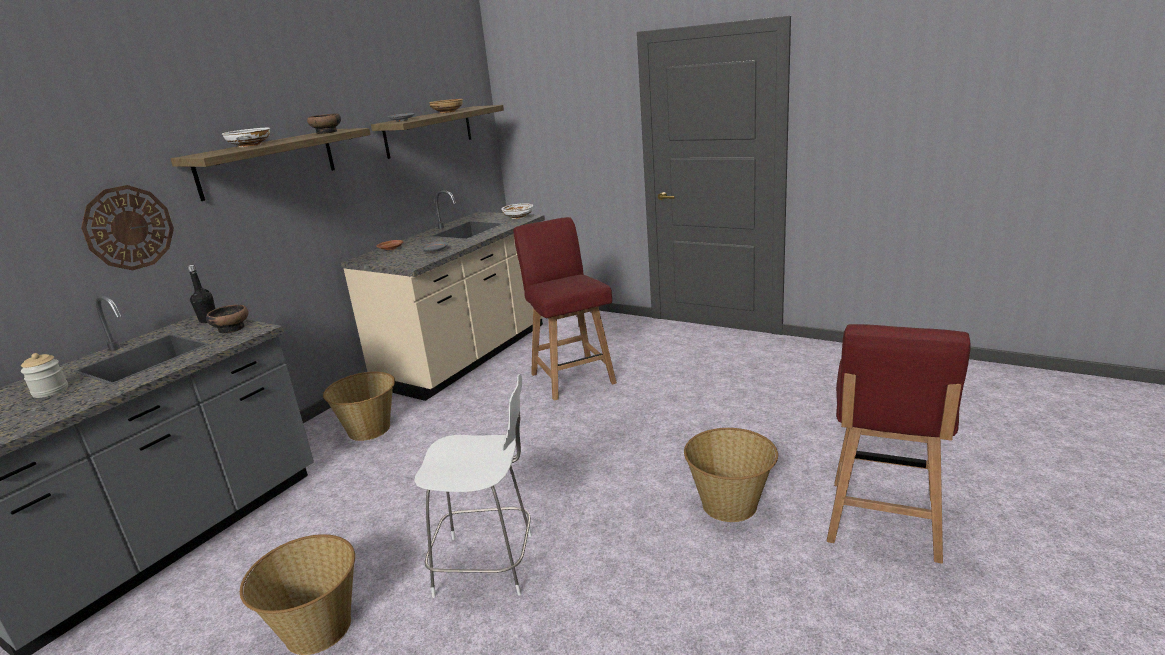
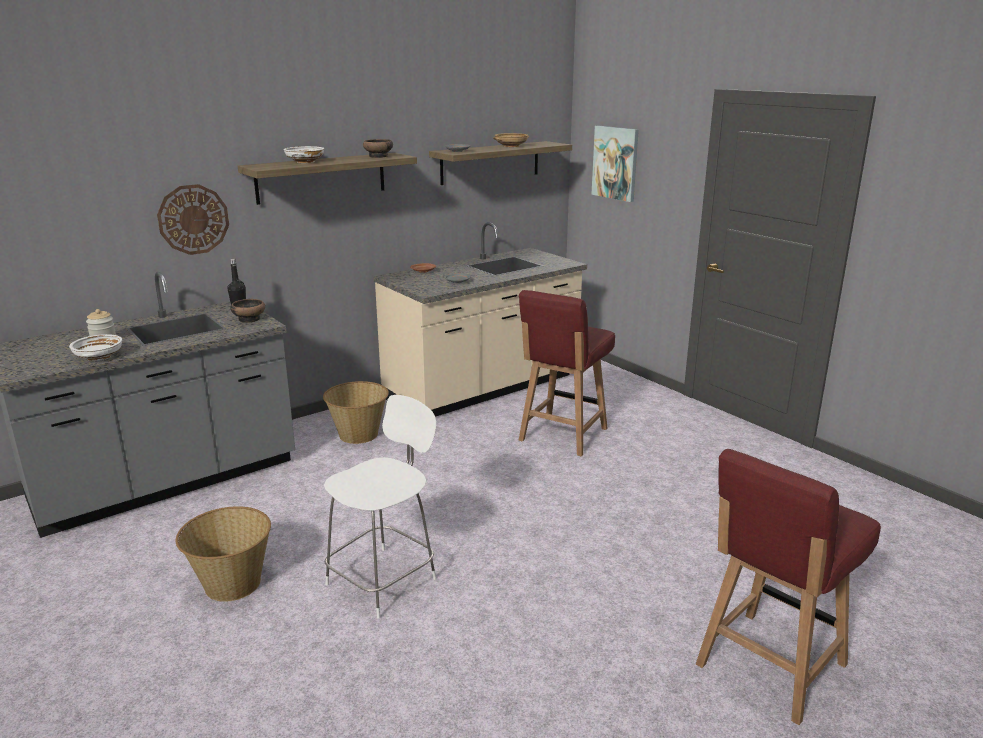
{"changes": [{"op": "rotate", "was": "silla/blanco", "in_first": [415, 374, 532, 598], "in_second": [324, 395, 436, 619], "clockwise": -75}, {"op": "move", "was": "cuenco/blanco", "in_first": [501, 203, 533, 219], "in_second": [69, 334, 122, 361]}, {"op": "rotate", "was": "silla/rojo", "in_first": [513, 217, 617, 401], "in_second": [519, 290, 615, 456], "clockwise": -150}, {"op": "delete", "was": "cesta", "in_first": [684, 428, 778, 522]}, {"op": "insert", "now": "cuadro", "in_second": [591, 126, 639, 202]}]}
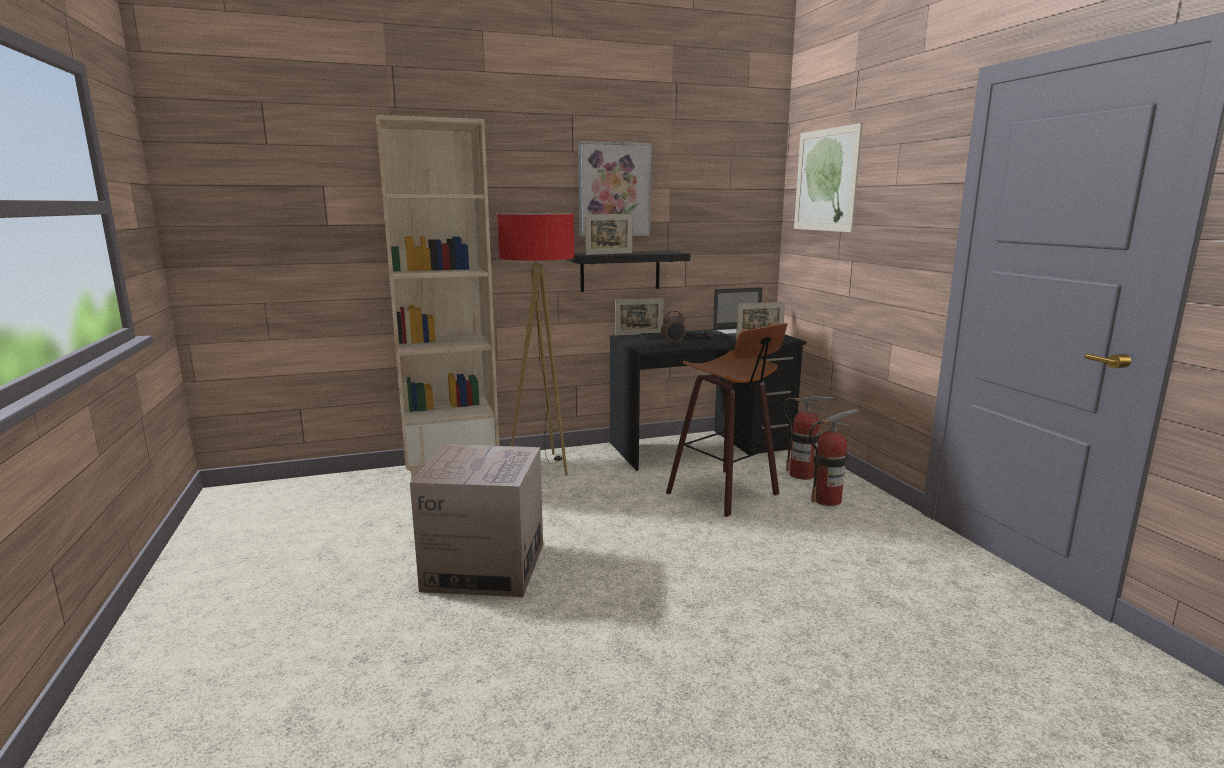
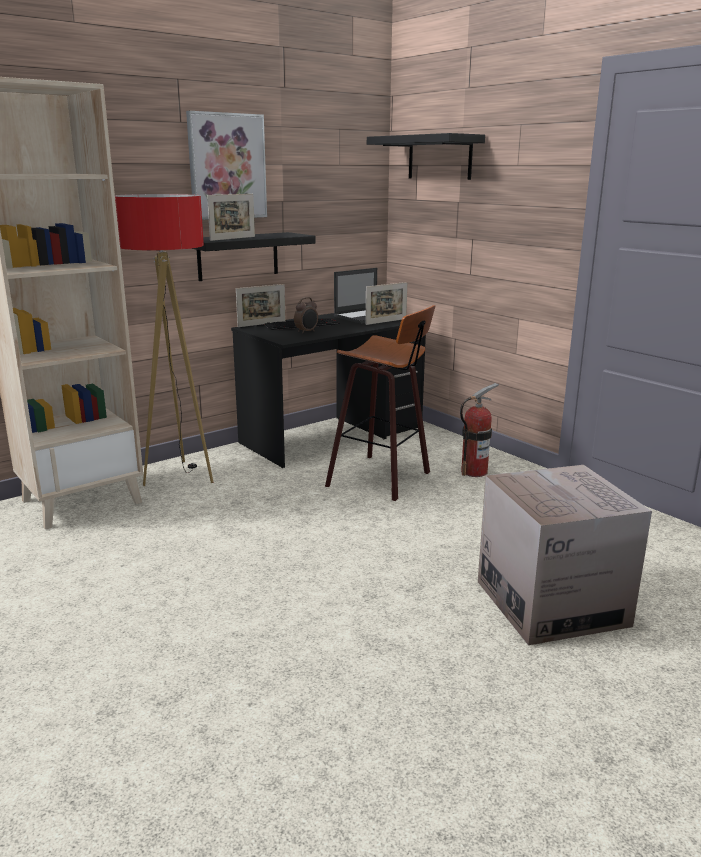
{"changes": [{"op": "move", "was": "caja de cartón", "in_first": [410, 444, 543, 597], "in_second": [478, 465, 652, 645]}, {"op": "delete", "was": "extintor", "in_first": [783, 396, 834, 480]}, {"op": "replace", "was": "cuadro", "now": "estante/negro", "in_first": [794, 123, 863, 232], "in_second": [367, 133, 485, 180]}]}
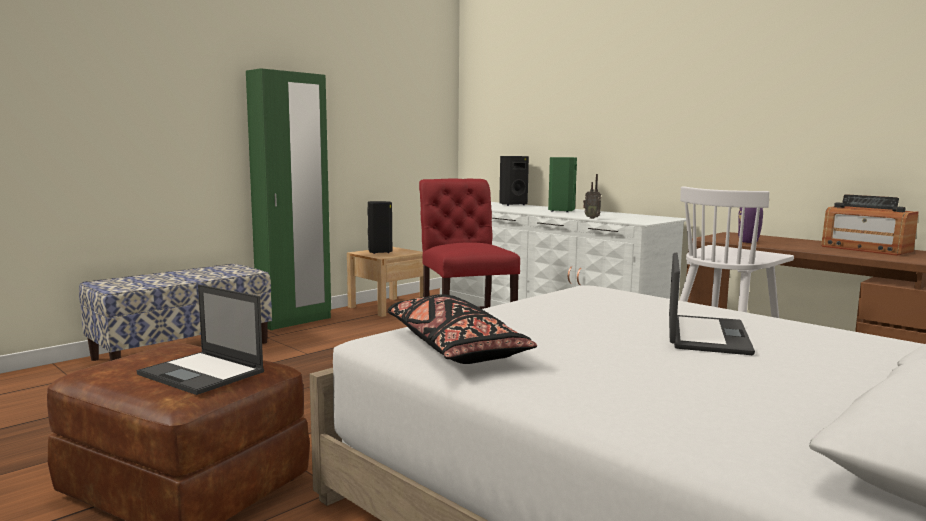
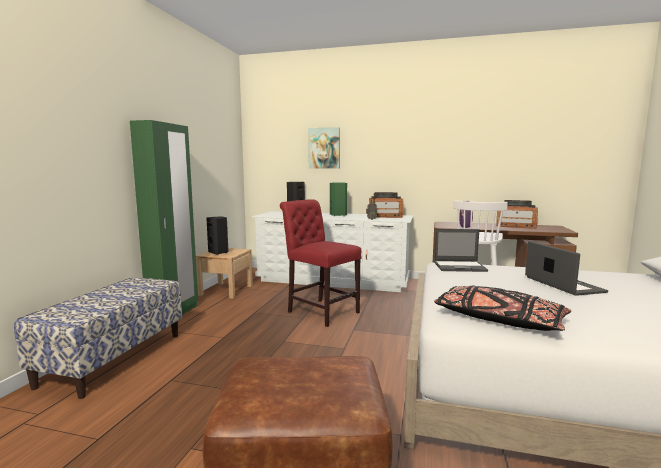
{"changes": [{"op": "move", "was": "portátil", "in_first": [137, 284, 264, 395], "in_second": [434, 229, 488, 272]}, {"op": "insert", "now": "cuadro", "in_second": [308, 127, 340, 169]}, {"op": "insert", "now": "radio", "in_second": [369, 192, 403, 218]}]}
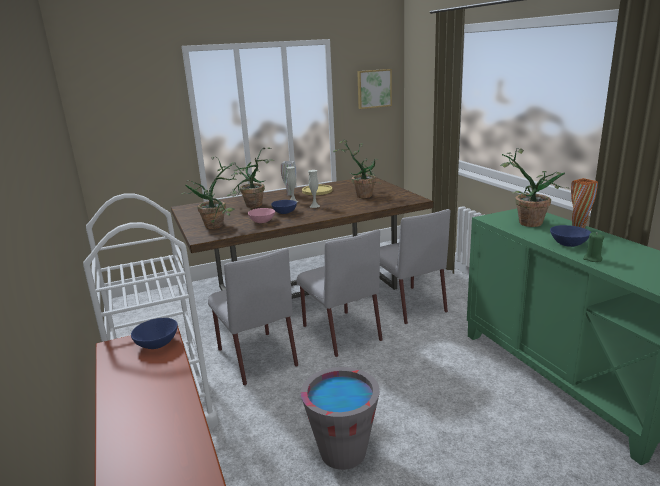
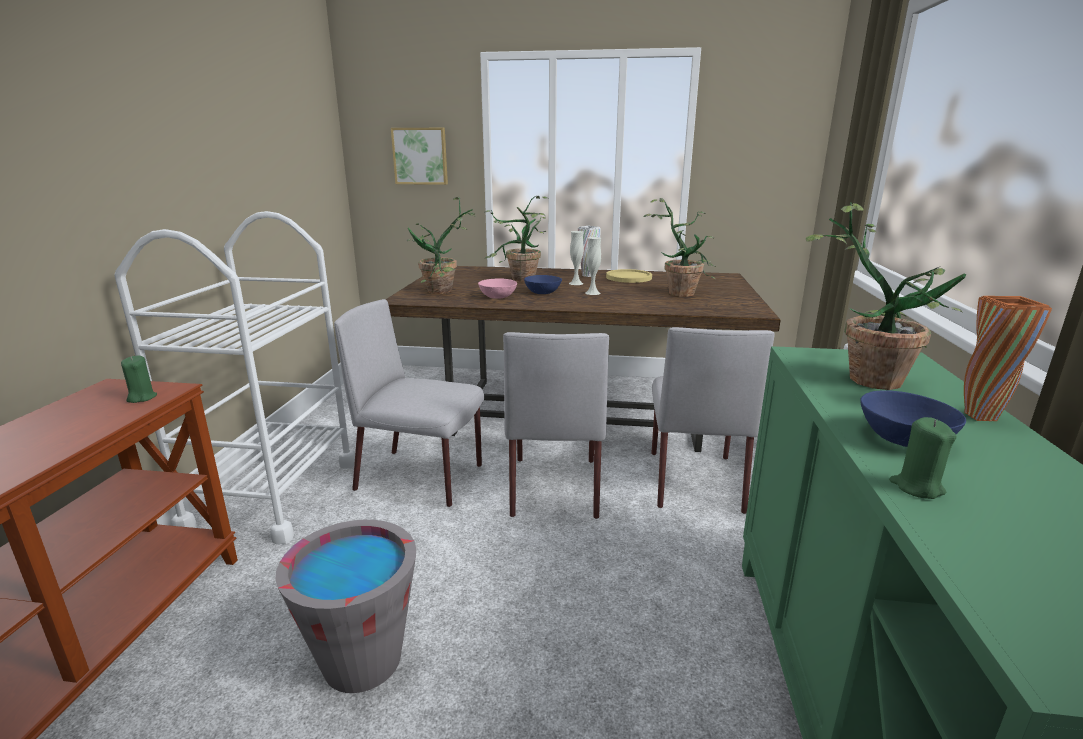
{"changes": [{"op": "replace", "was": "cuenco/azul", "now": "vela/verde", "in_first": [131, 318, 178, 349], "in_second": [121, 356, 157, 403]}, {"op": "rotate", "was": "silla/gris", "in_first": [208, 248, 298, 386], "in_second": [334, 299, 484, 507], "clockwise": 105}, {"op": "move", "was": "cuadro", "in_first": [357, 69, 392, 109], "in_second": [391, 128, 448, 185]}]}
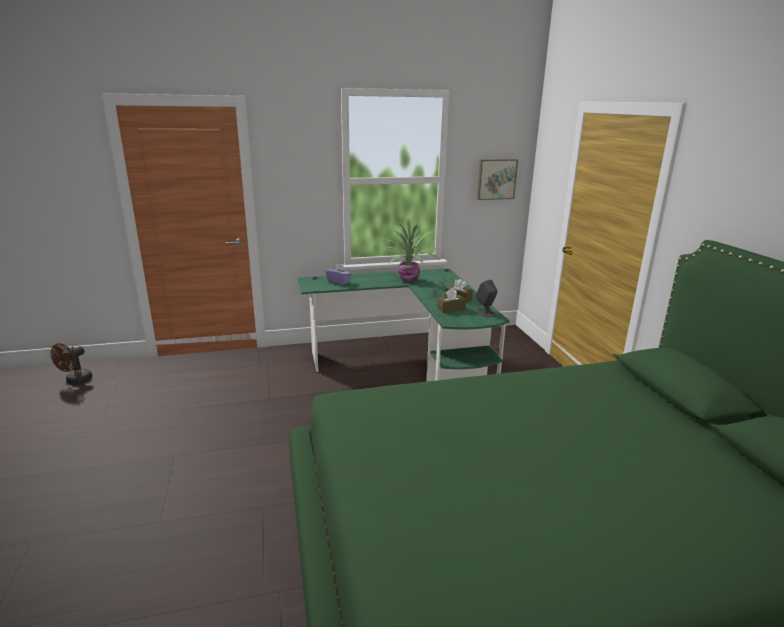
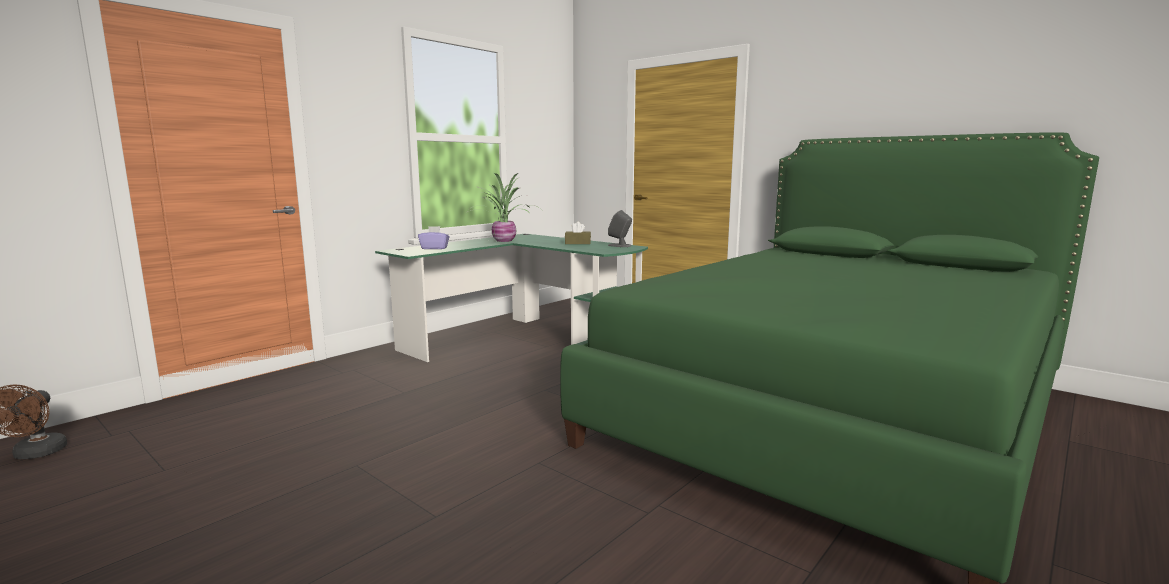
{"changes": [{"op": "delete", "was": "caja de pañuelos/marrón", "in_first": [437, 288, 466, 313]}, {"op": "delete", "was": "cuadro", "in_first": [477, 159, 518, 200]}]}
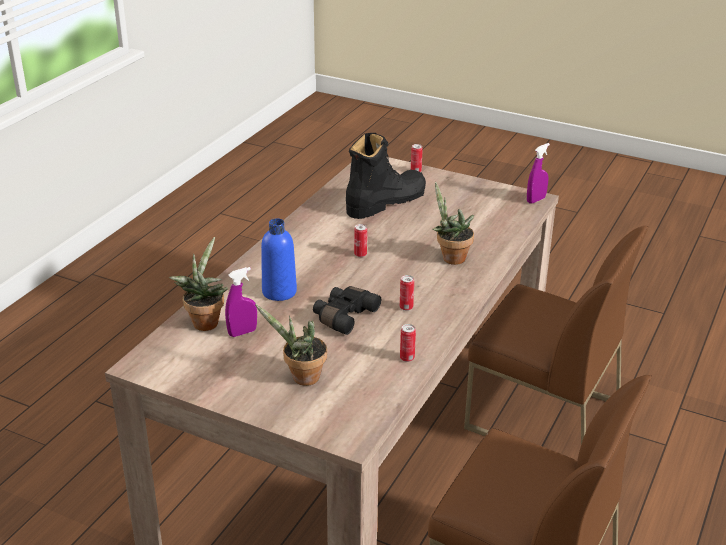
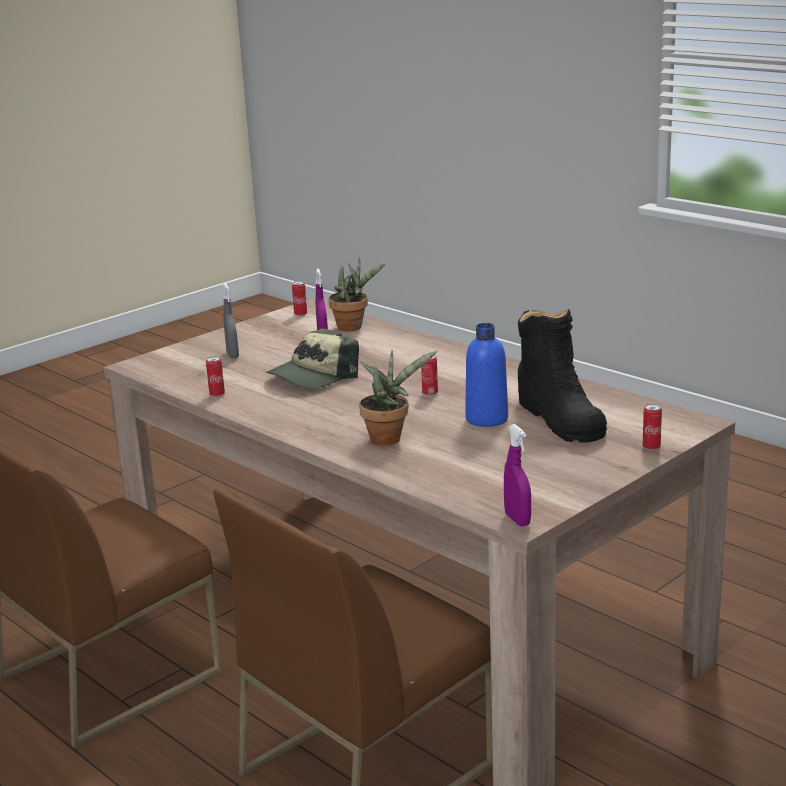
{"changes": [{"op": "replace", "was": "planta en maceta", "now": "pulverizador/gris", "in_first": [255, 304, 327, 386], "in_second": [223, 283, 239, 358]}, {"op": "move", "was": "botella/azul", "in_first": [261, 218, 297, 301], "in_second": [465, 323, 508, 427]}, {"op": "replace", "was": "prismáticos/negro", "now": "gorra", "in_first": [313, 286, 381, 335], "in_second": [266, 328, 359, 389]}, {"op": "move", "was": "lata", "in_first": [400, 275, 414, 311], "in_second": [292, 281, 307, 316]}]}
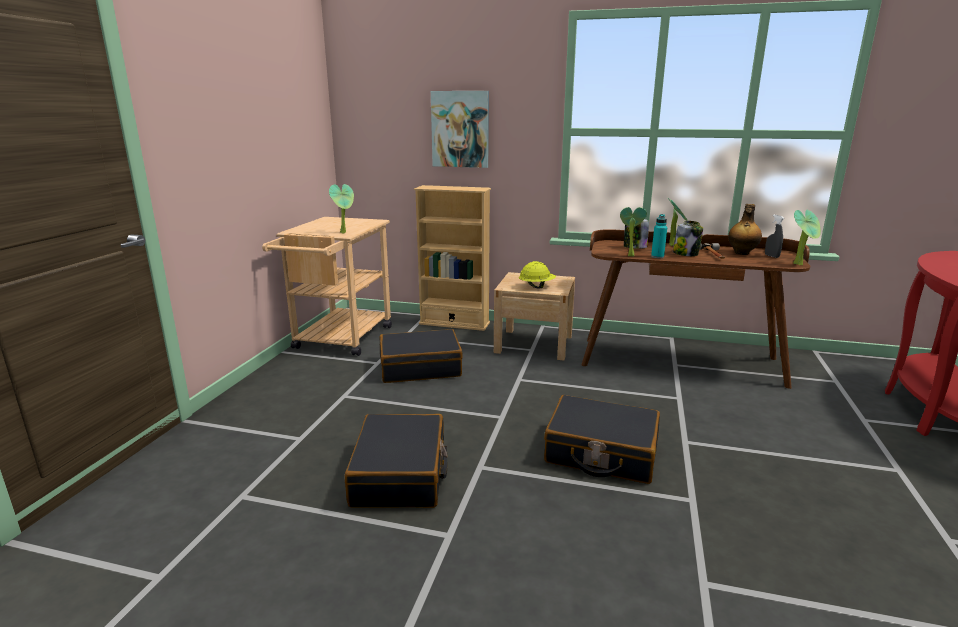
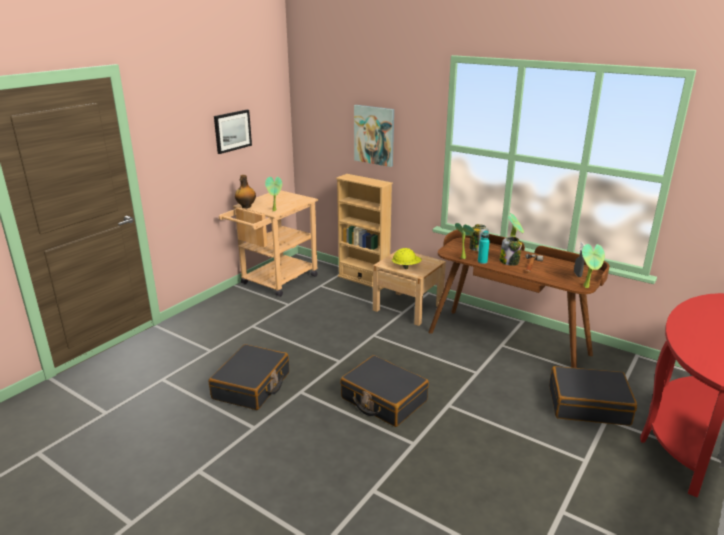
{"changes": [{"op": "move", "was": "maleta/negro", "in_first": [380, 329, 462, 383], "in_second": [549, 366, 637, 426]}, {"op": "move", "was": "botella", "in_first": [728, 204, 762, 255], "in_second": [235, 175, 256, 208]}, {"op": "insert", "now": "cuadro", "in_second": [214, 110, 252, 154]}]}
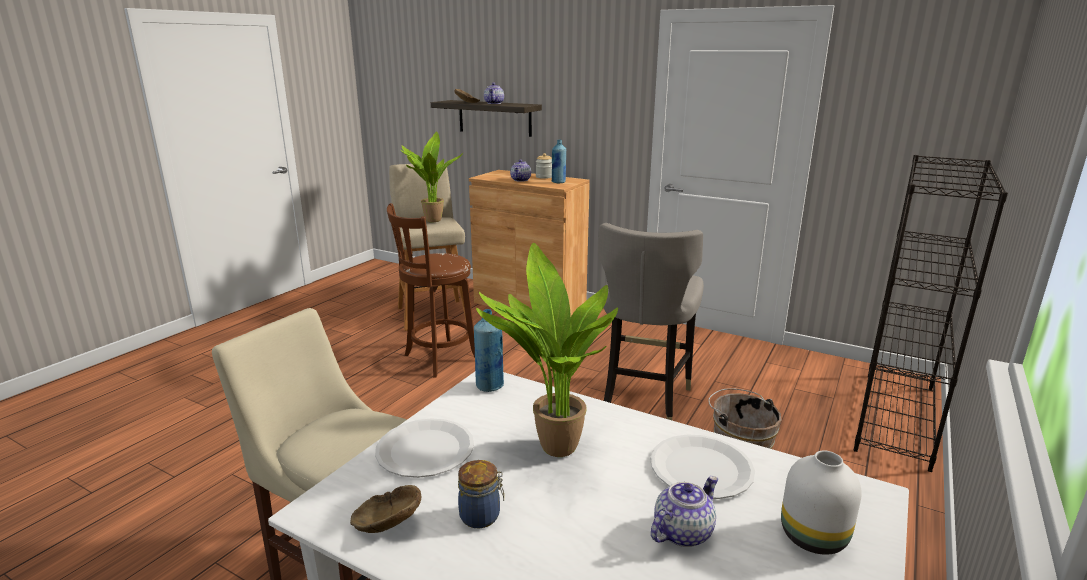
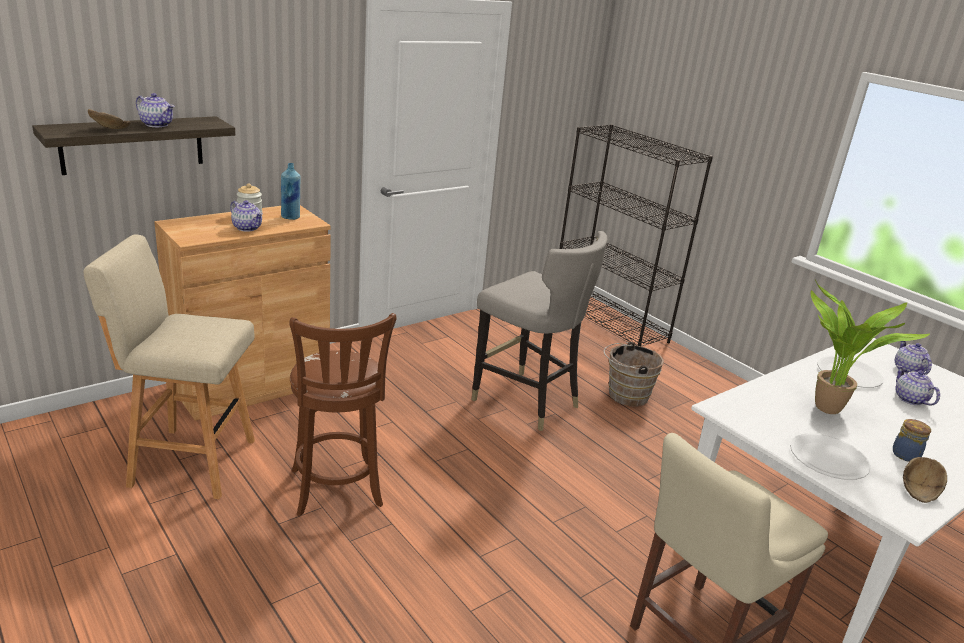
{"changes": [{"op": "delete", "was": "planta en maceta", "in_first": [399, 131, 463, 222]}, {"op": "delete", "was": "botella/azul", "in_first": [474, 309, 504, 392]}, {"op": "replace", "was": "florero/blanco", "now": "tetera", "in_first": [781, 450, 862, 555], "in_second": [895, 341, 932, 375]}]}
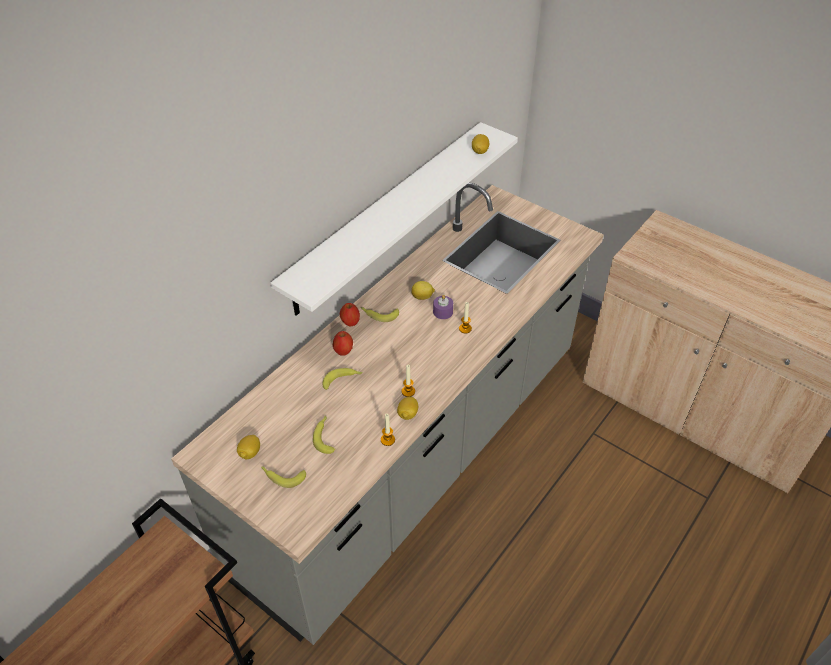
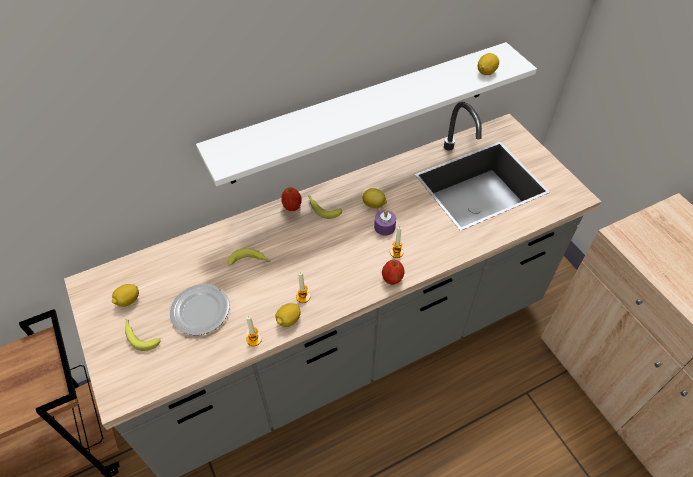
{"changes": [{"op": "replace", "was": "plátano", "now": "plato", "in_first": [313, 415, 335, 454], "in_second": [170, 284, 230, 335]}, {"op": "move", "was": "manzana", "in_first": [333, 331, 353, 356], "in_second": [382, 260, 405, 285]}]}
